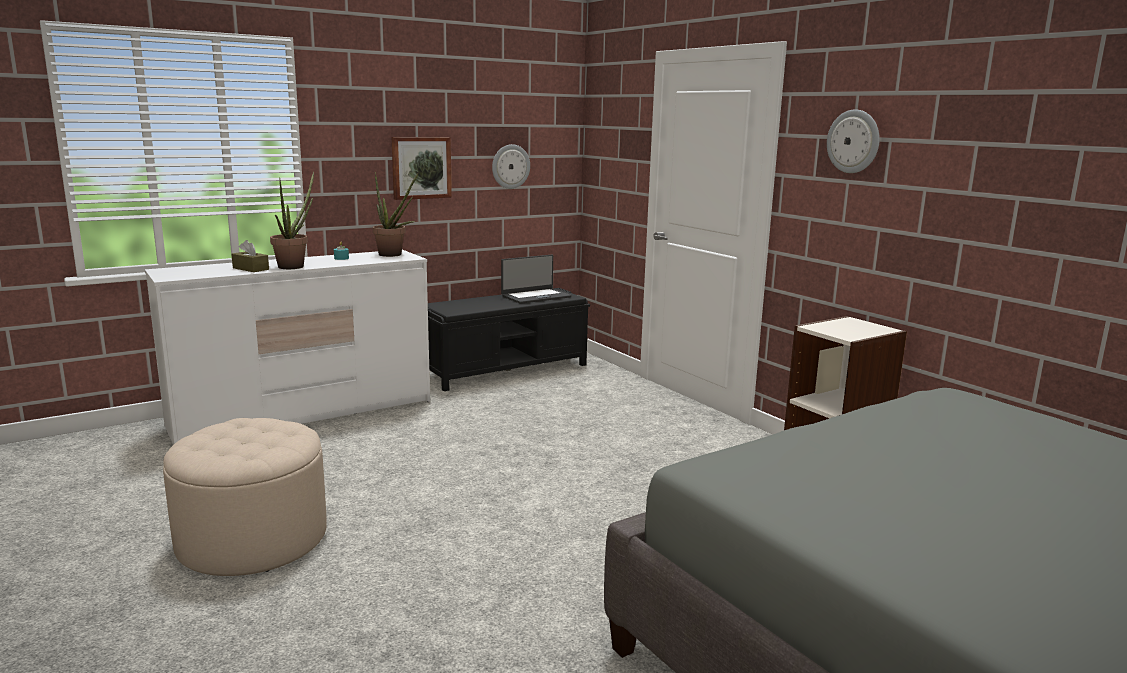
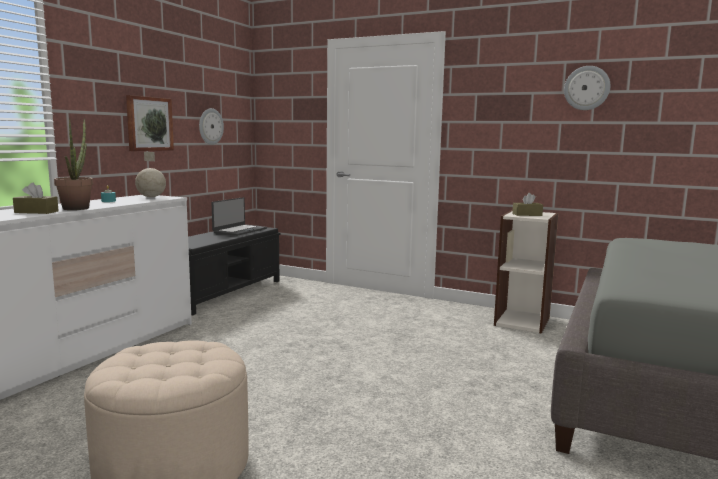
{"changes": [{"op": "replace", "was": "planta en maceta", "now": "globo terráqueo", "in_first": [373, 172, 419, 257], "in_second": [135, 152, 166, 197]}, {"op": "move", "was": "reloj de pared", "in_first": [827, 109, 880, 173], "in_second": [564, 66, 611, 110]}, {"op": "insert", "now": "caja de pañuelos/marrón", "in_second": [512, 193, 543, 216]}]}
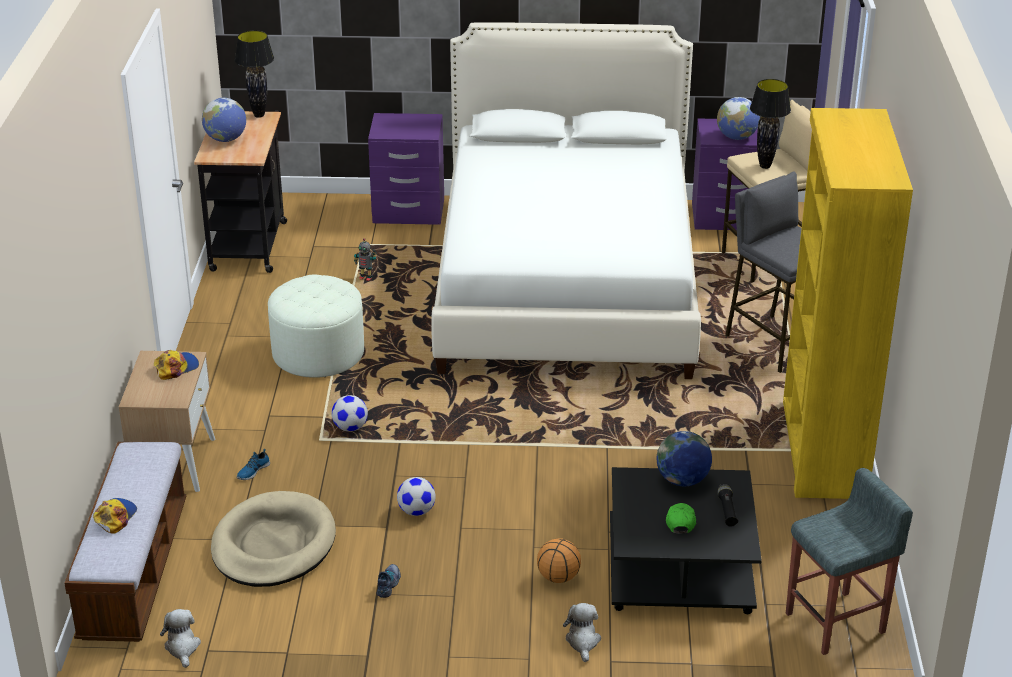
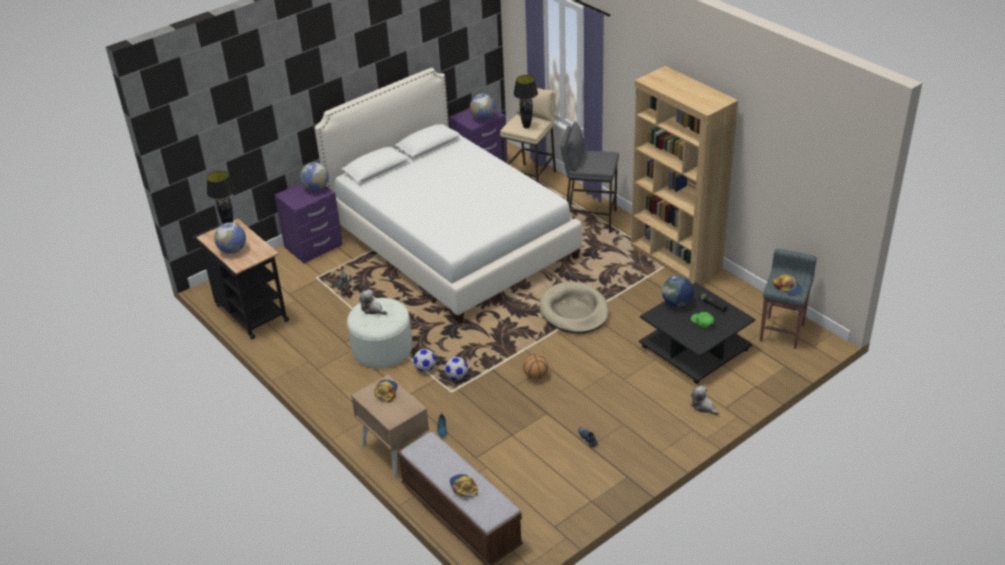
{"changes": [{"op": "move", "was": "peluche", "in_first": [160, 609, 201, 668], "in_second": [359, 289, 387, 315]}, {"op": "move", "was": "cama para perro/beis", "in_first": [211, 491, 336, 587], "in_second": [539, 281, 609, 333]}, {"op": "move", "was": "balón de fútbol", "in_first": [397, 477, 436, 516], "in_second": [413, 349, 436, 372]}, {"op": "move", "was": "balón de baloncesto", "in_first": [537, 538, 581, 583], "in_second": [523, 354, 548, 379]}, {"op": "recolor", "was": "estantería/amarillo", "now": "estantería/marrón", "in_first": [783, 108, 913, 499], "in_second": [631, 66, 738, 285]}, {"op": "insert", "now": "globo terráqueo", "in_second": [300, 162, 329, 191]}, {"op": "insert", "now": "gorra", "in_second": [773, 274, 802, 296]}]}
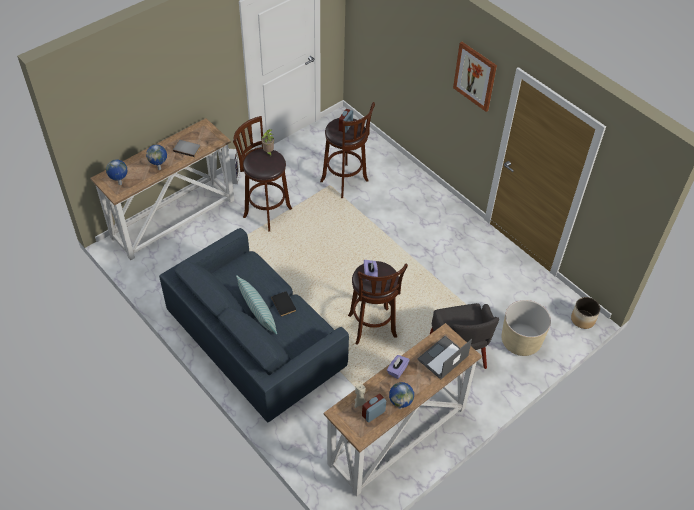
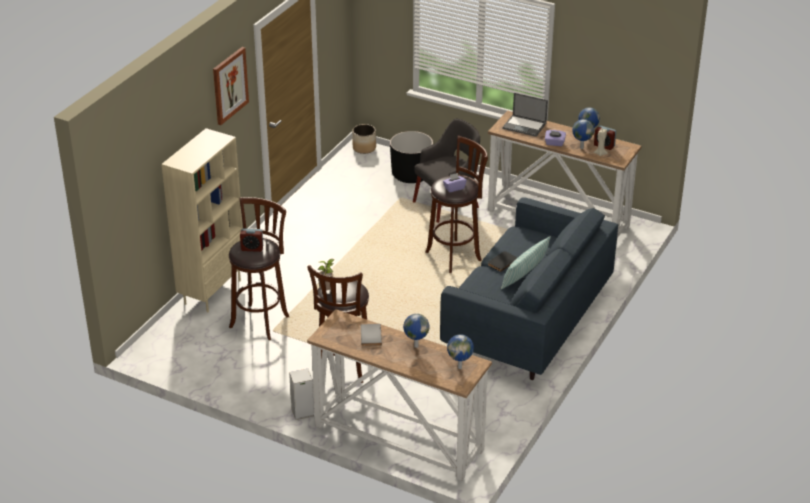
{"changes": [{"op": "recolor", "was": "maceta/beis", "now": "maceta/negro", "in_first": [501, 300, 551, 356], "in_second": [390, 131, 433, 183]}, {"op": "insert", "now": "estantería/beis", "in_second": [161, 128, 243, 313]}, {"op": "insert", "now": "globo terráqueo", "in_second": [572, 119, 594, 149]}]}
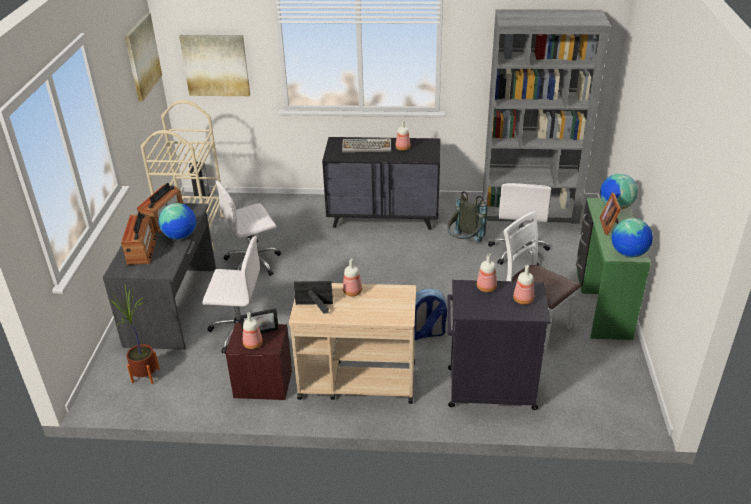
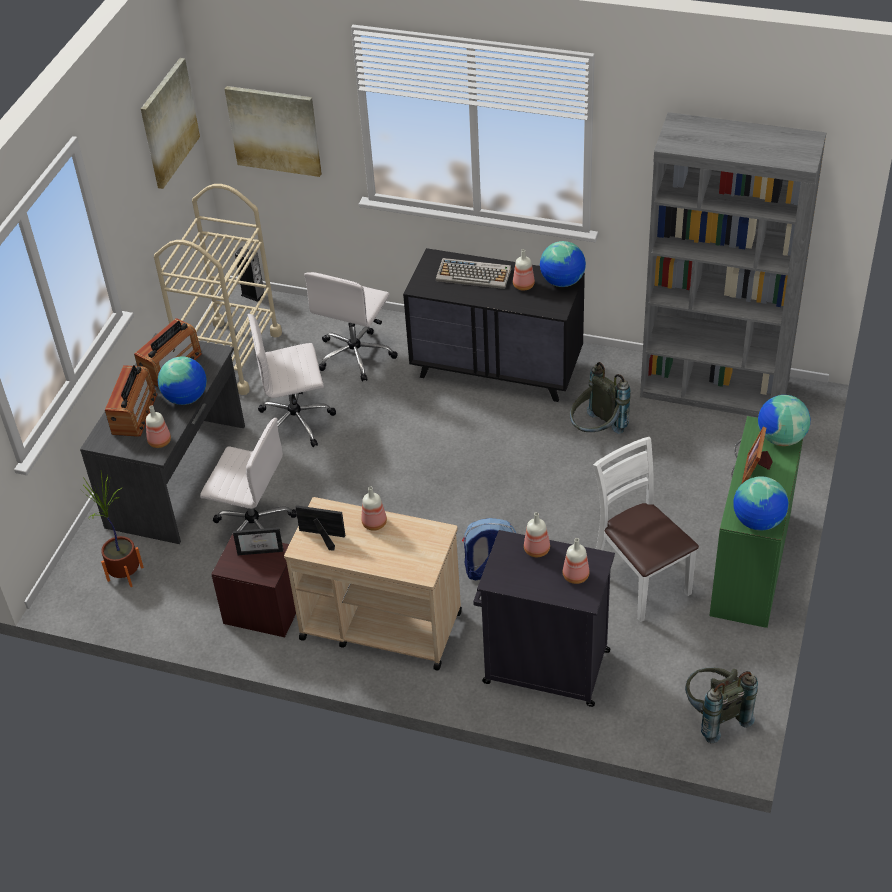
{"changes": [{"op": "move", "was": "botella", "in_first": [243, 312, 263, 349], "in_second": [146, 406, 171, 448]}, {"op": "move", "was": "silla de oficina/blanco", "in_first": [488, 183, 551, 265], "in_second": [304, 272, 398, 382]}, {"op": "insert", "now": "globo terráqueo", "in_second": [540, 241, 586, 287]}, {"op": "insert", "now": "mochila/gris", "in_second": [685, 668, 758, 743]}]}
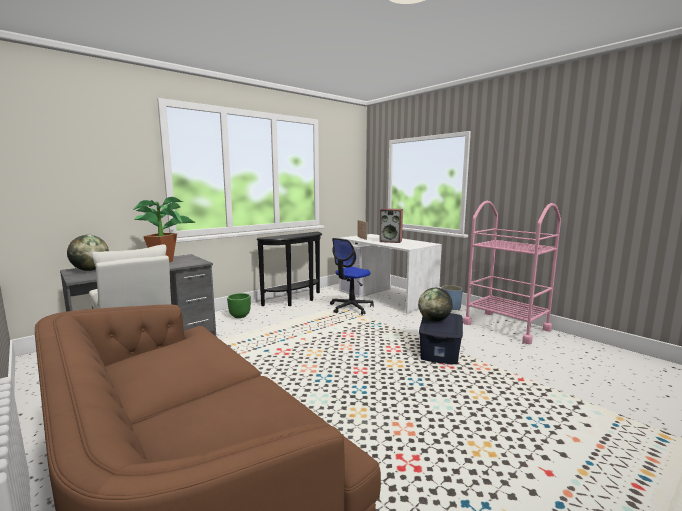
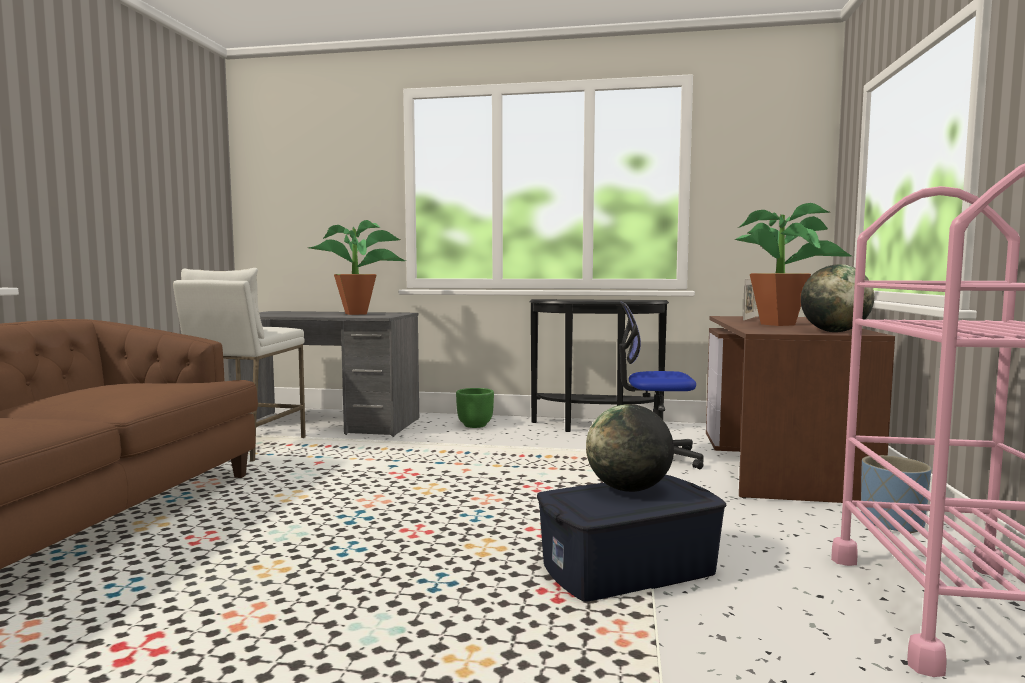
{"changes": [{"op": "move", "was": "globo terráqueo", "in_first": [67, 235, 109, 271], "in_second": [801, 264, 874, 332]}, {"op": "recolor", "was": "escritorio/blanco", "now": "escritorio/marrón", "in_first": [339, 234, 442, 314], "in_second": [706, 316, 895, 503]}, {"op": "replace", "was": "altavoz", "now": "planta en maceta", "in_first": [379, 209, 403, 243], "in_second": [735, 203, 852, 326]}]}
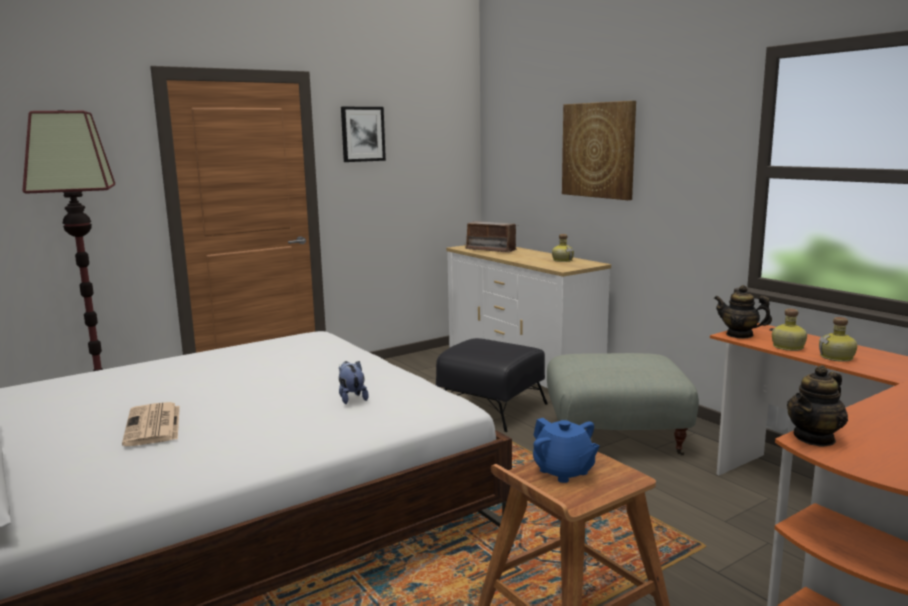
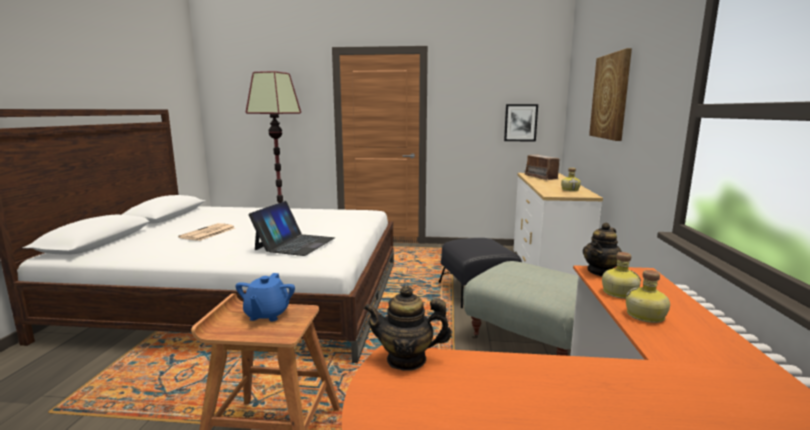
{"changes": [{"op": "replace", "was": "peluche", "now": "portátil", "in_first": [339, 361, 369, 404], "in_second": [248, 201, 335, 256]}, {"op": "move", "was": "cuadro", "in_first": [341, 107, 386, 162], "in_second": [504, 104, 538, 141]}, {"op": "rotate", "was": "tetera", "in_first": [714, 285, 772, 339], "in_second": [583, 222, 622, 276], "clockwise": -120}]}
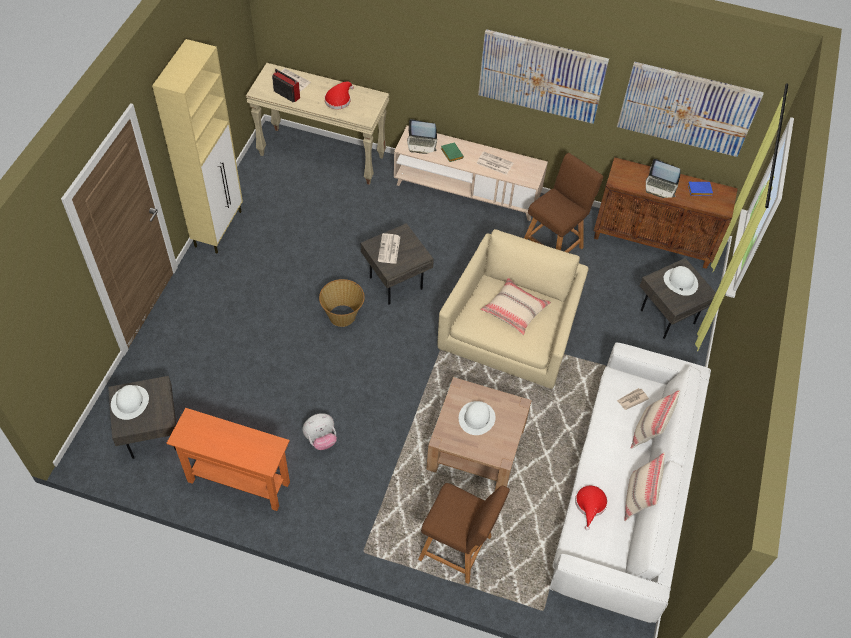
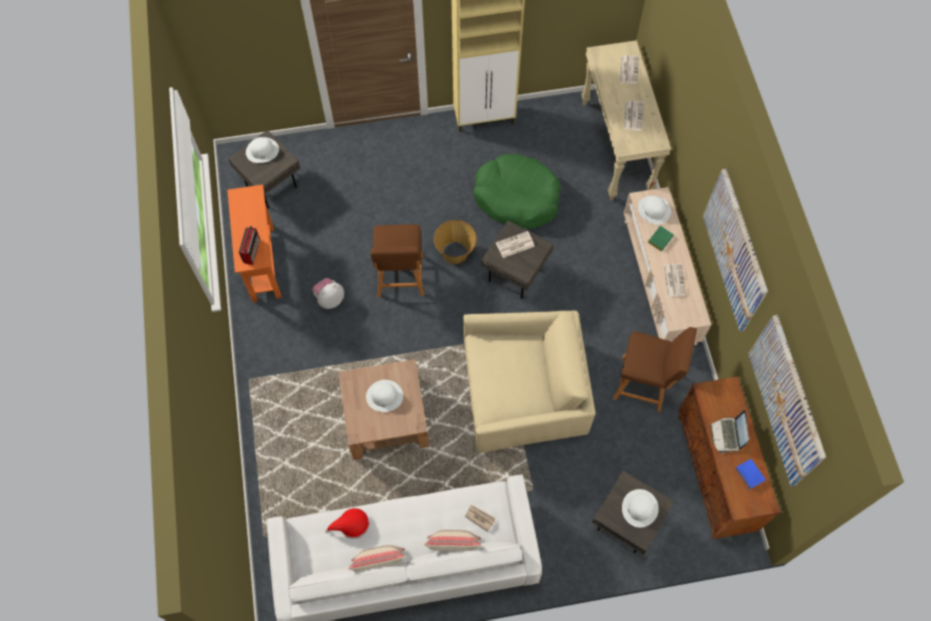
{"changes": [{"op": "move", "was": "radio", "in_first": [272, 69, 300, 103], "in_second": [239, 226, 260, 265]}, {"op": "rotate", "was": "peluche", "in_first": [303, 413, 337, 450], "in_second": [312, 278, 344, 309], "clockwise": 105}, {"op": "replace", "was": "sombrero/rojo", "now": "periódico", "in_first": [325, 81, 354, 109], "in_second": [624, 101, 643, 131]}, {"op": "replace", "was": "portátil", "now": "sombrero/blanco", "in_first": [407, 119, 437, 154], "in_second": [638, 195, 671, 225]}, {"op": "move", "was": "taburete/marrón", "in_first": [418, 483, 510, 584], "in_second": [371, 224, 424, 297]}, {"op": "delete", "was": "cojín/beis", "in_first": [481, 278, 551, 335]}, {"op": "insert", "now": "cama para perro/verde", "in_second": [473, 154, 561, 228]}]}
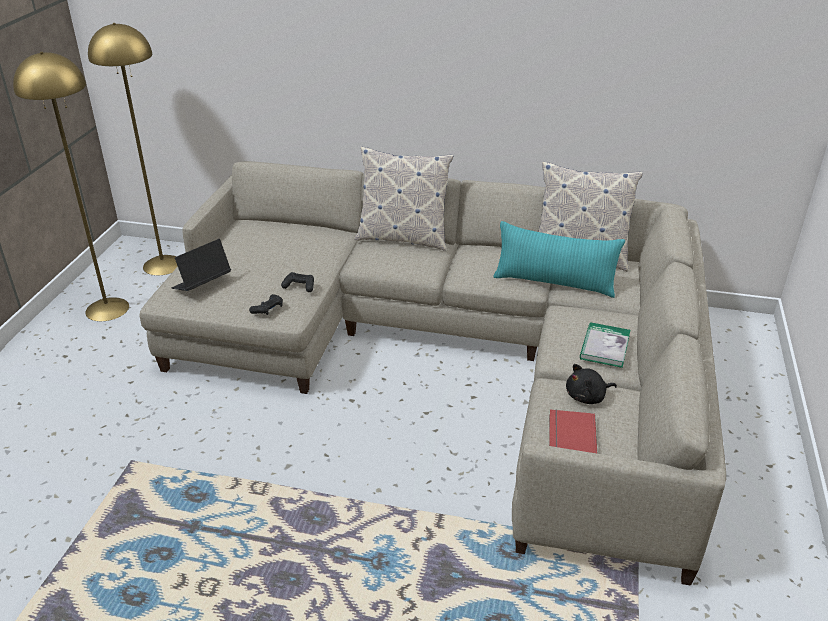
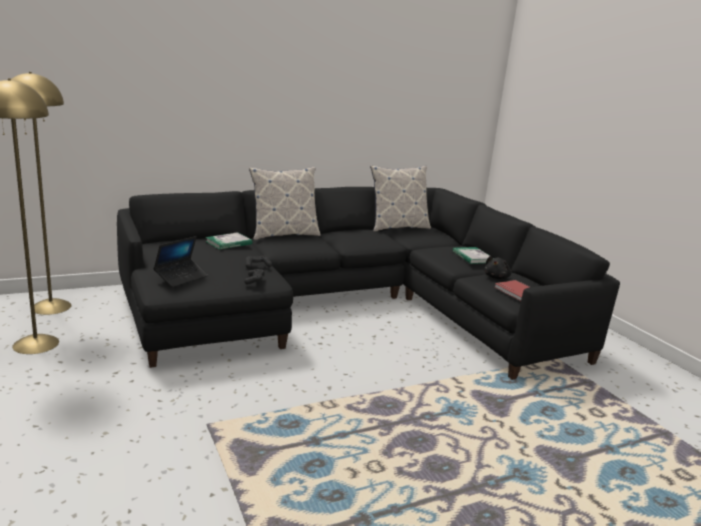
{"changes": [{"op": "recolor", "was": "sofá/beis", "now": "sofá/negro", "in_first": [140, 161, 726, 586], "in_second": [117, 187, 620, 380]}, {"op": "rotate", "was": "portátil", "in_first": [172, 239, 231, 291], "in_second": [153, 236, 208, 287], "clockwise": -150}, {"op": "delete", "was": "cojín/turquesa", "in_first": [493, 221, 625, 298]}, {"op": "insert", "now": "libro", "in_second": [206, 232, 252, 250]}]}
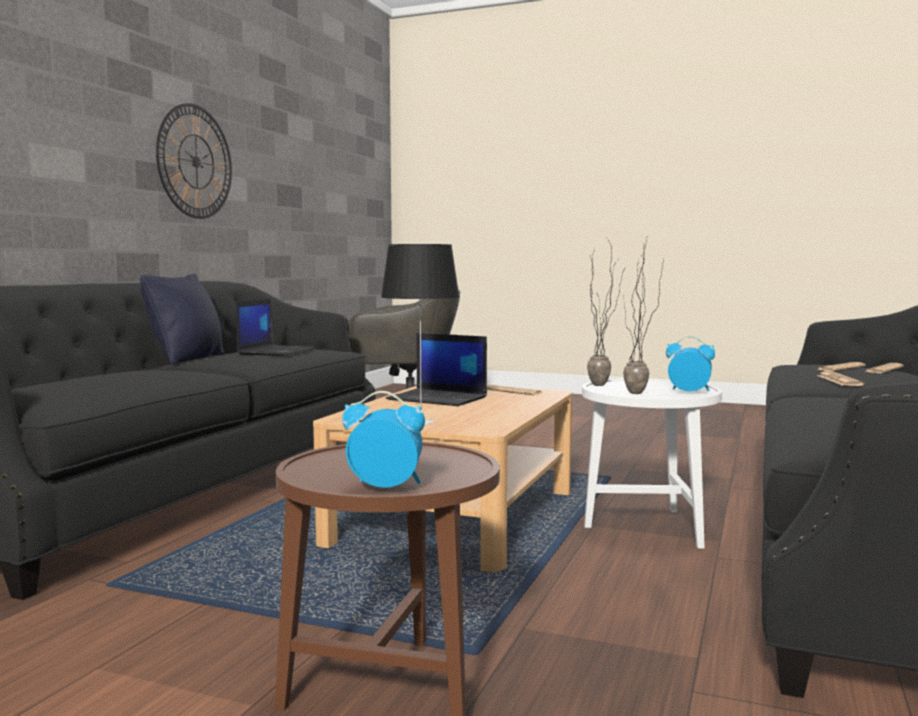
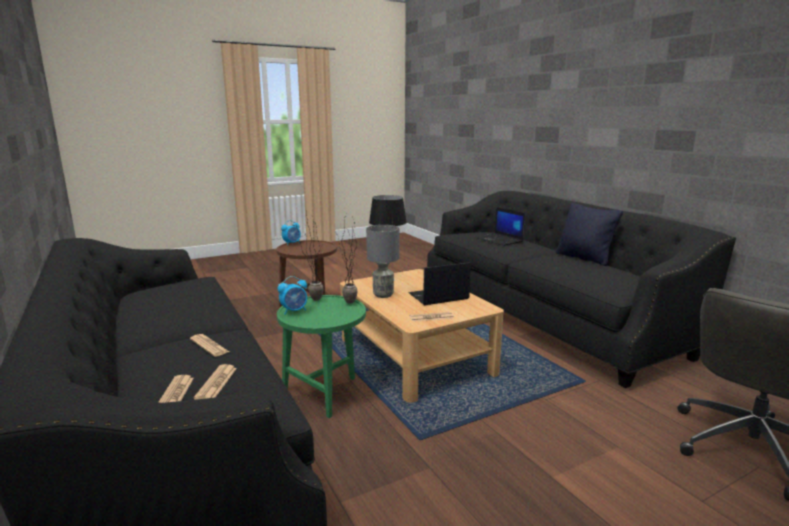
{"changes": [{"op": "delete", "was": "reloj de pared", "in_first": [156, 103, 232, 219]}, {"op": "move", "was": "portátil", "in_first": [236, 299, 315, 356], "in_second": [475, 207, 525, 246]}, {"op": "recolor", "was": "mesa auxiliar/blanco", "now": "mesa auxiliar/verde", "in_first": [582, 379, 722, 548], "in_second": [277, 295, 366, 418]}, {"op": "insert", "now": "lámpara de mesa/gris", "in_second": [366, 225, 399, 298]}]}
